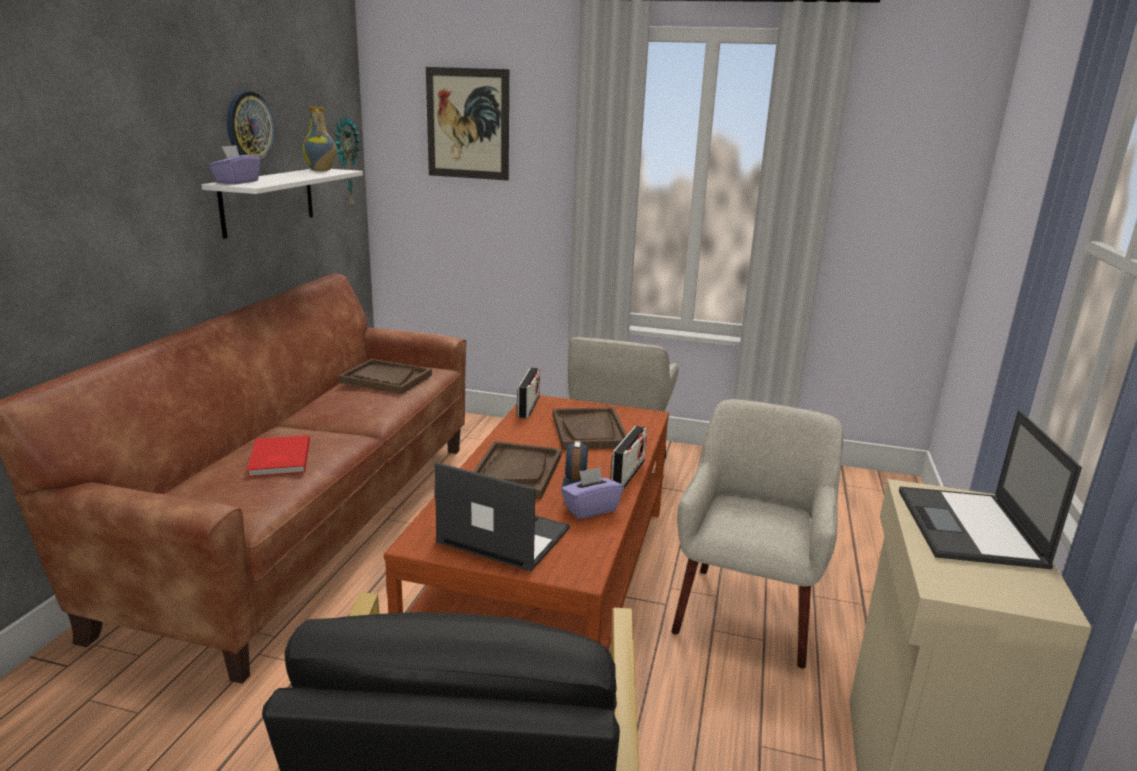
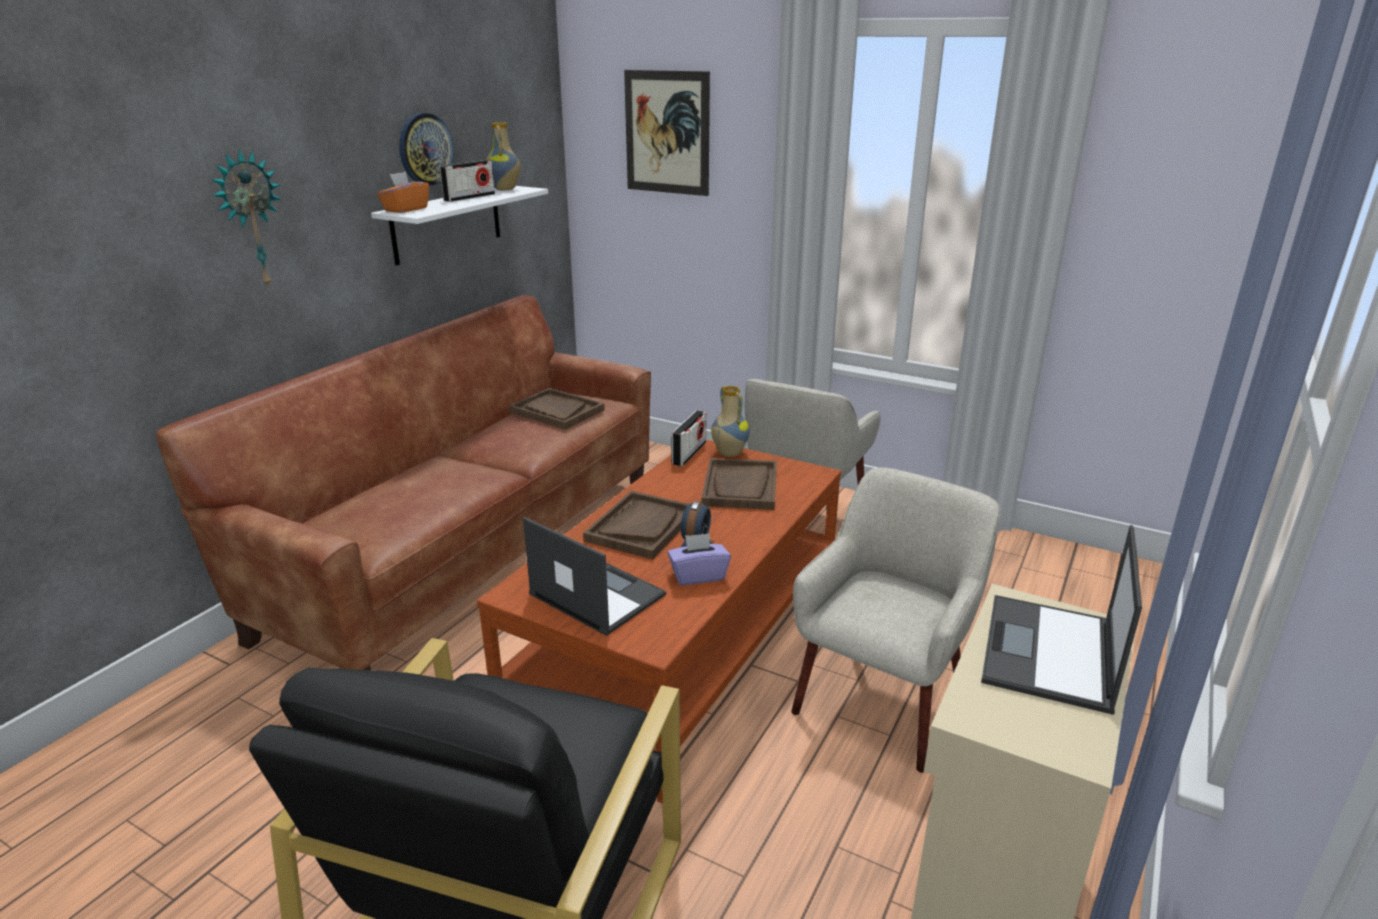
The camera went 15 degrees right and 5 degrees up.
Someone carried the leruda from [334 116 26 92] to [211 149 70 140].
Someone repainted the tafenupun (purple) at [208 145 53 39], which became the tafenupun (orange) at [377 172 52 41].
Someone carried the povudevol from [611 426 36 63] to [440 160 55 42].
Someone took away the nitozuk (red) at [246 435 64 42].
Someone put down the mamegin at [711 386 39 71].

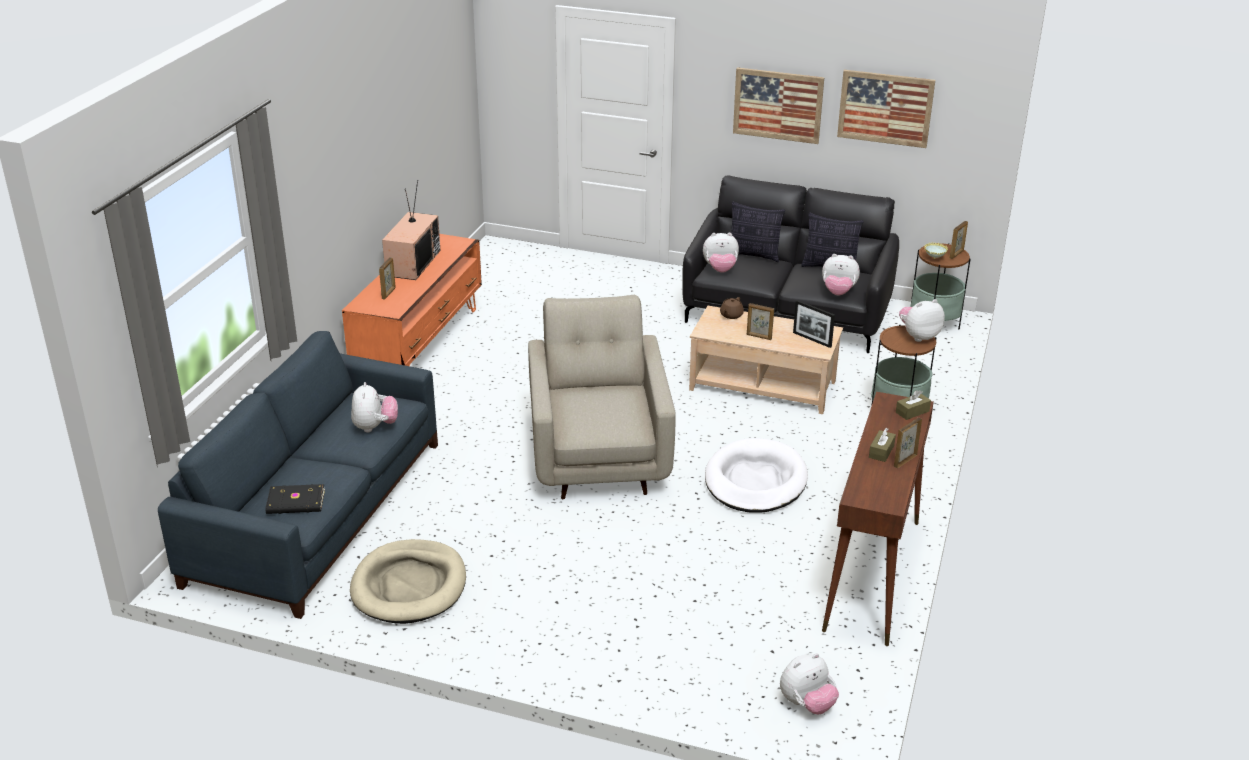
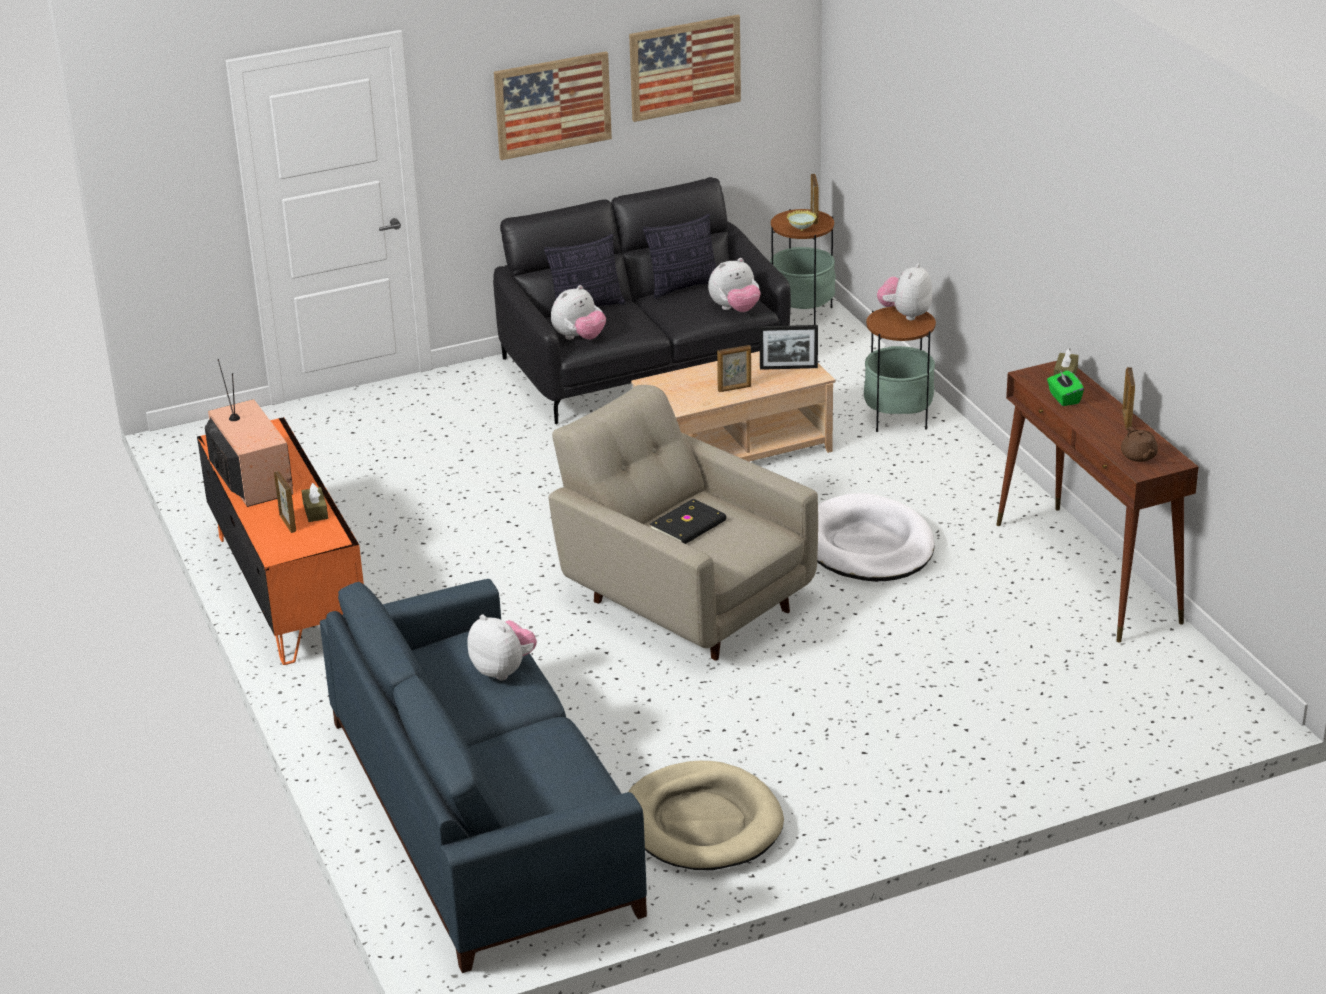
The camera went 40 degrees left and 0 degrees up.
Someone carried the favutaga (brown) from [720 297 24 22] to [1121 427 37 35].
Someone carried the tafenupun (brown) from [869 428 27 34] to [302 483 26 39].
Someone carried the nitozuk (black) from [265 484 60 30] to [650 498 76 46].
Someone took away the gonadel at [780 653 59 61].
Someone put down the tafenupun (green) at [1047 370 37 36].

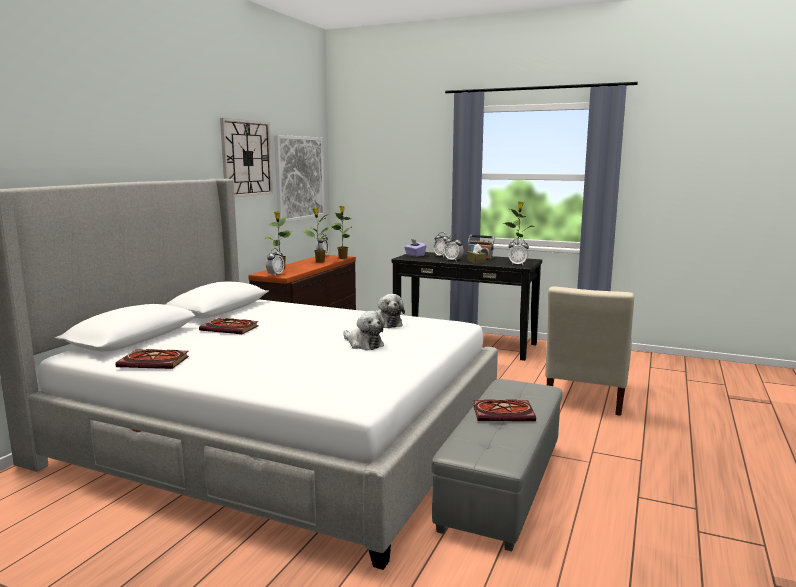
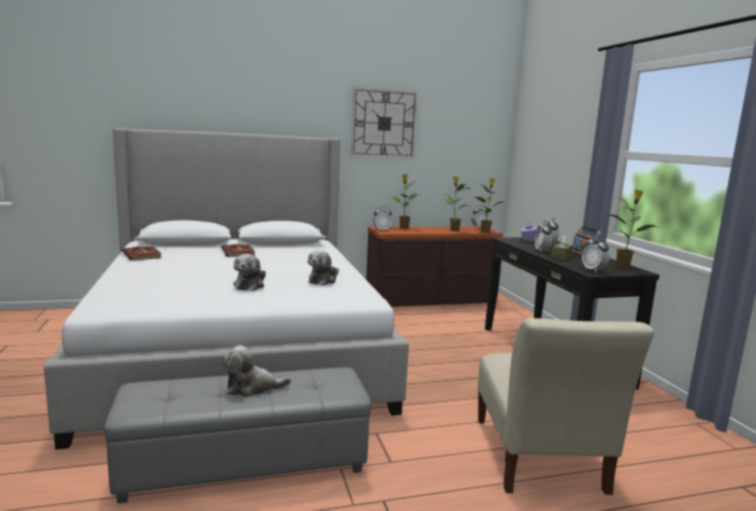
The camera went 50 degrees right and 0 degrees up.
Someone took away the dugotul at [274 135 51 87].
Someone rotated the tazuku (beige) at [545 287 89 129] by 75 degrees counterclockwise.
Someone swapped the nitozuk at [473 399 63 22] for the gonadel at [222 345 69 52].

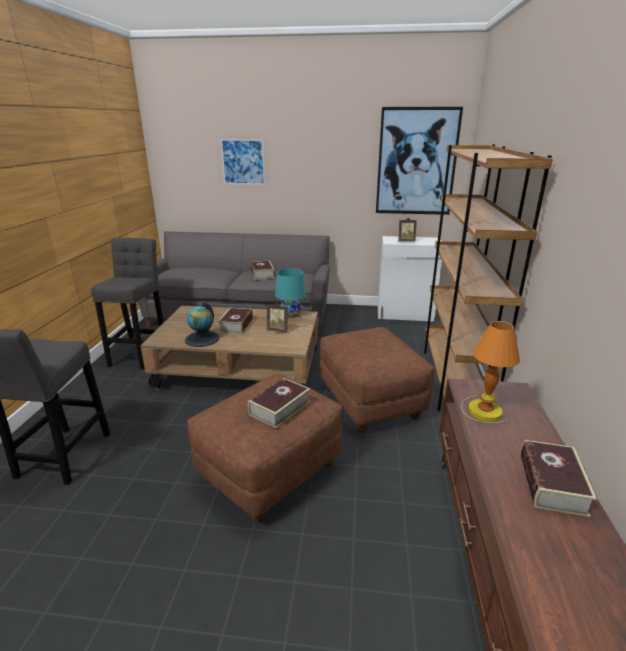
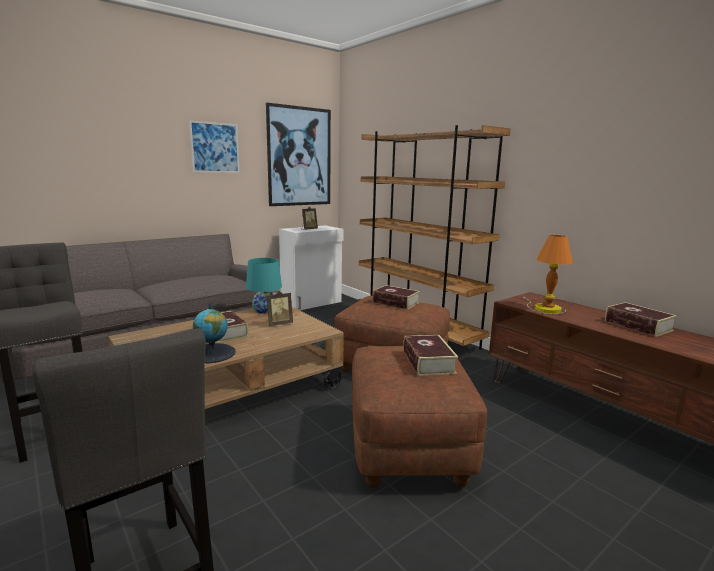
The camera went 45 degrees left and 10 degrees down.
Someone carried the dugotul from [221 139 44 46] to [189 121 51 52].
Someone carried the nitozuk from [251 261 23 19] to [372 285 48 25].

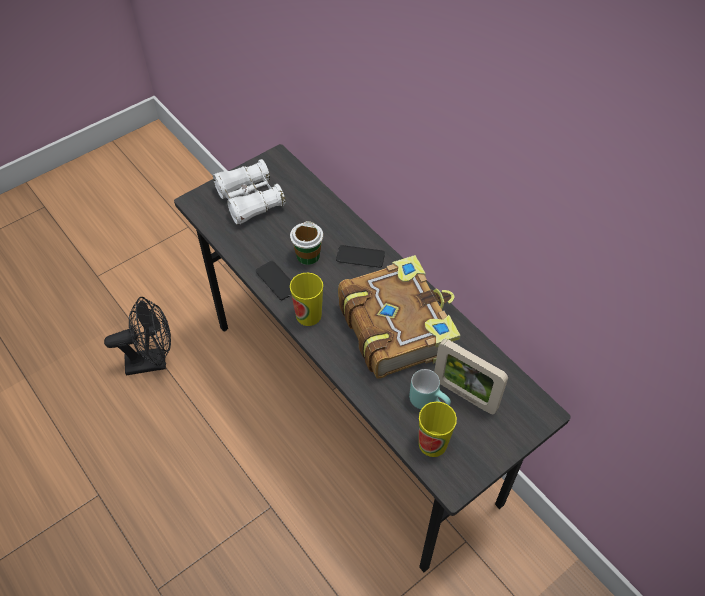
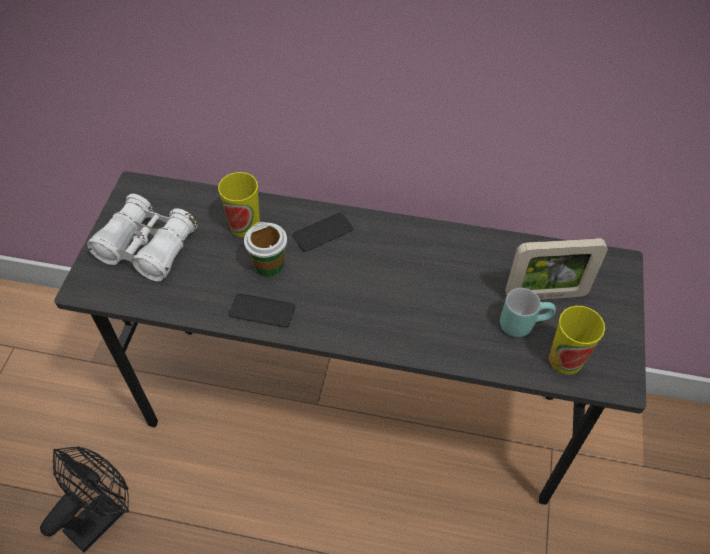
The camera went 40 degrees left and 0 degrees up.
Someone took away the nitozuk at [338 255 123 124].
Someone carried the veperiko from [290 273 33 53] to [218 172 42 65].

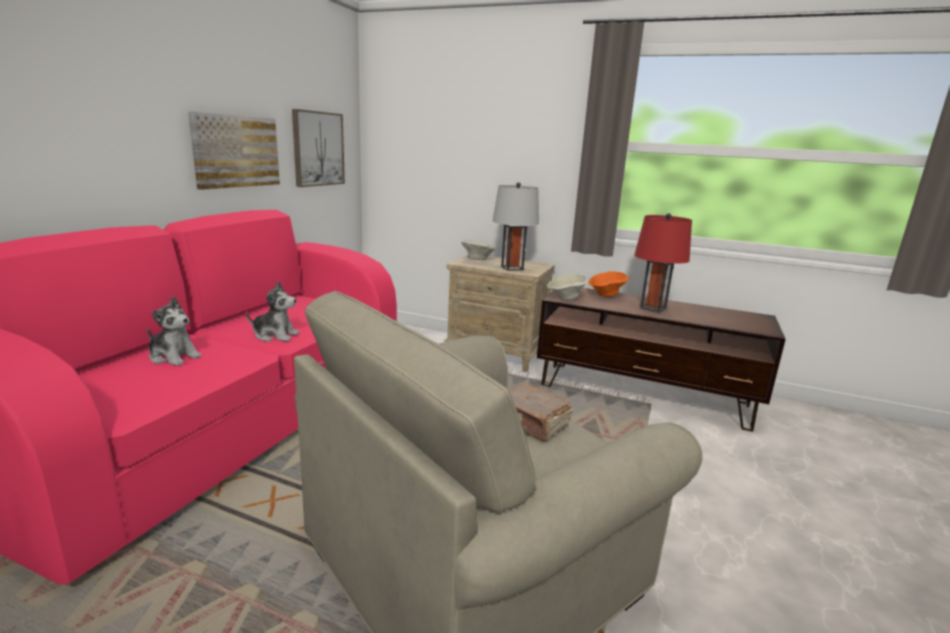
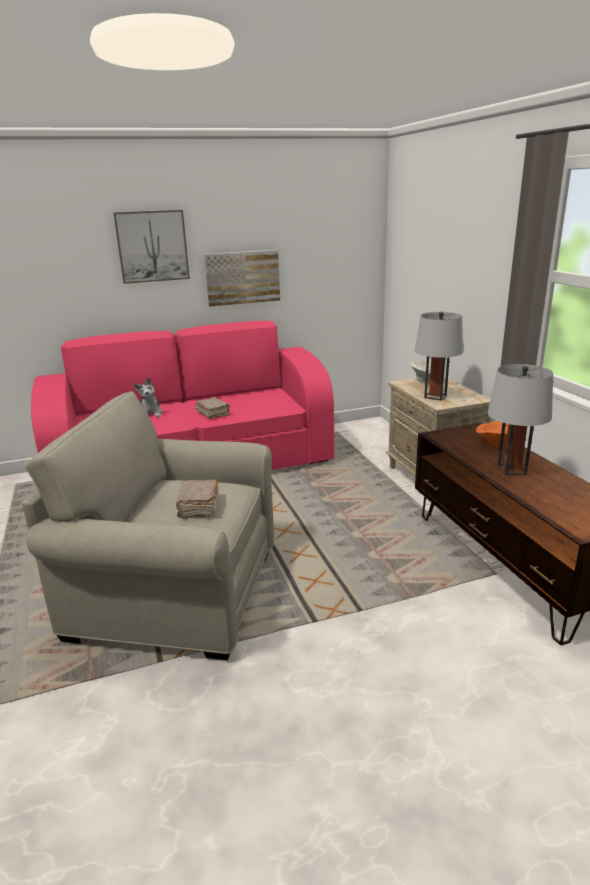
The camera went 50 degrees right and 5 degrees up.
Someone carried the dugotul from [292 109 53 78] to [114 210 76 74].
Someone repainted the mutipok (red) at [634 213 58 100], which became the mutipok (grey) at [487 364 66 111].
Someone took away the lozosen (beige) at [547 274 41 26].
Someone swapped the gonadel at [246 281 53 61] for the nitozuk (brown) at [195 397 35 22].

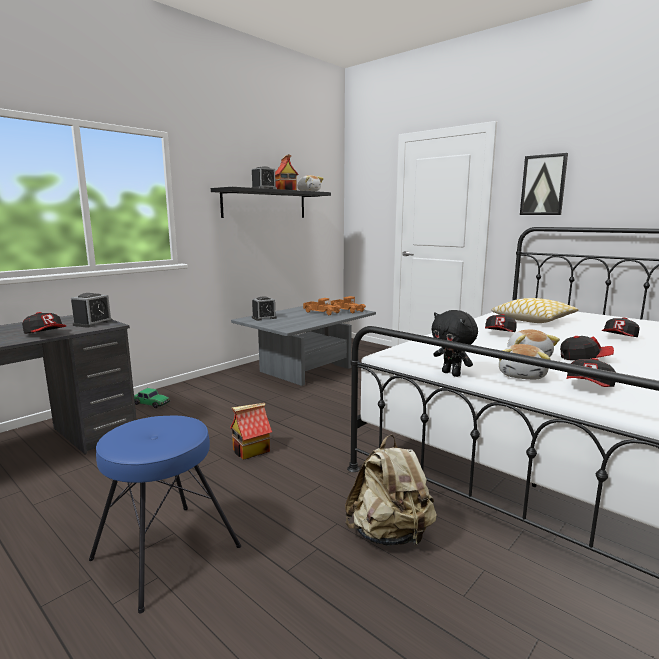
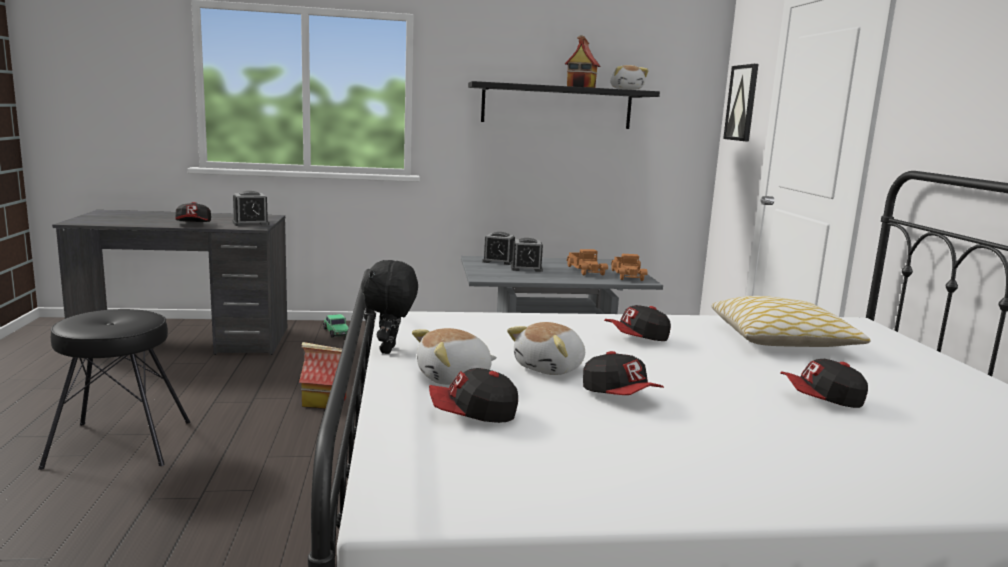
The camera went 40 degrees right and 0 degrees up.
Someone carried the dugotul from [520 153 48 62] to [723 64 36 78].
Someone carried the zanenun from [251 166 26 23] to [511 238 32 34].
Someone repainted the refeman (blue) at [89 415 152 198], which became the refeman (black) at [39 309 151 161].
Someone took away the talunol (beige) at [345 435 92 111].

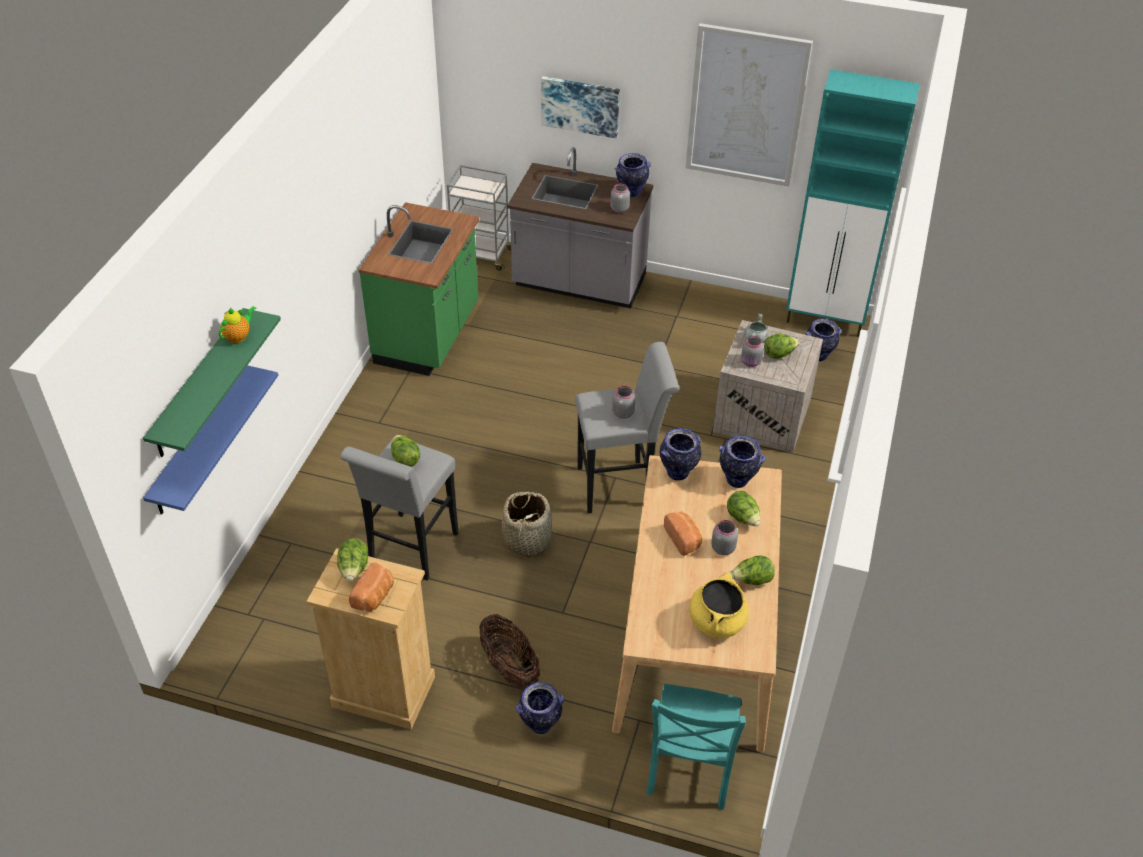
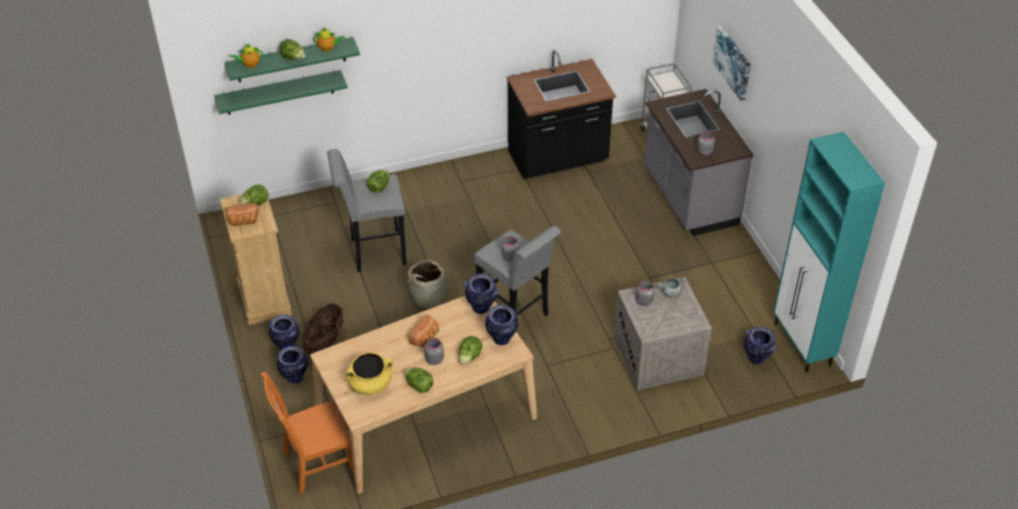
The camera went 55 degrees right and 0 degrees up.
Someone took away the dugotul at [686 23 127 164].
Someone carried the mamegin from [615 153 36 44] to [269 314 31 36].
Someone repainted the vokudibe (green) at [359 202 121 174], which became the vokudibe (black) at [507 50 109 130].
Someone carried the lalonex from [764 334 36 25] to [279 39 27 21].
Someone repainted the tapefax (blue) at [143 365 135 150], which became the tapefax (green) at [214 70 133 45].
Someone repainted the tazuku (turquoise) at [646 684 100 126], which became the tazuku (orange) at [261 372 93 121].
Someone put down the favutaga at [230 43 33 25].

